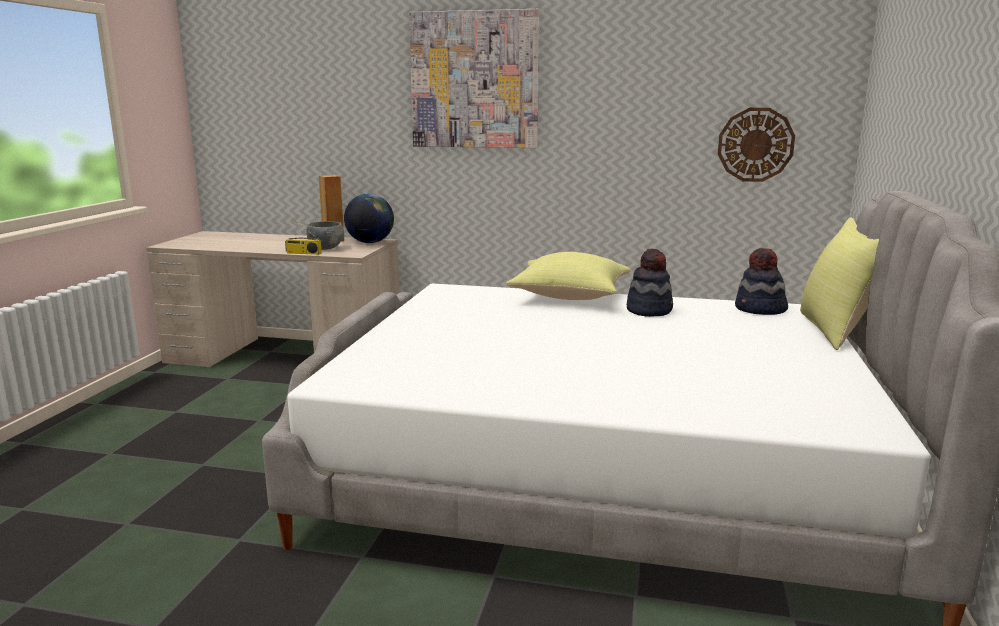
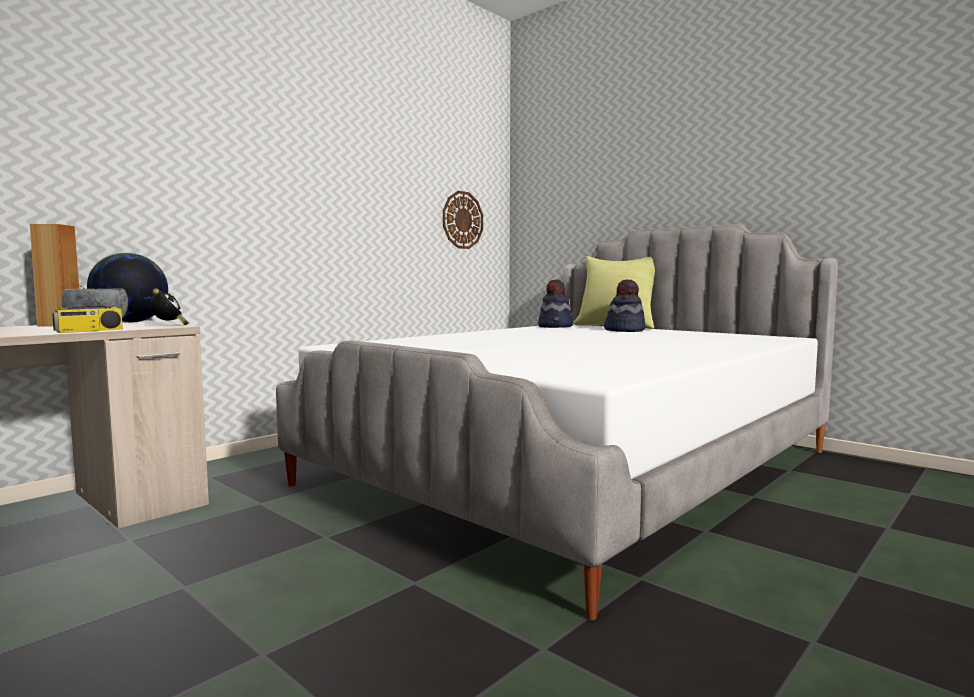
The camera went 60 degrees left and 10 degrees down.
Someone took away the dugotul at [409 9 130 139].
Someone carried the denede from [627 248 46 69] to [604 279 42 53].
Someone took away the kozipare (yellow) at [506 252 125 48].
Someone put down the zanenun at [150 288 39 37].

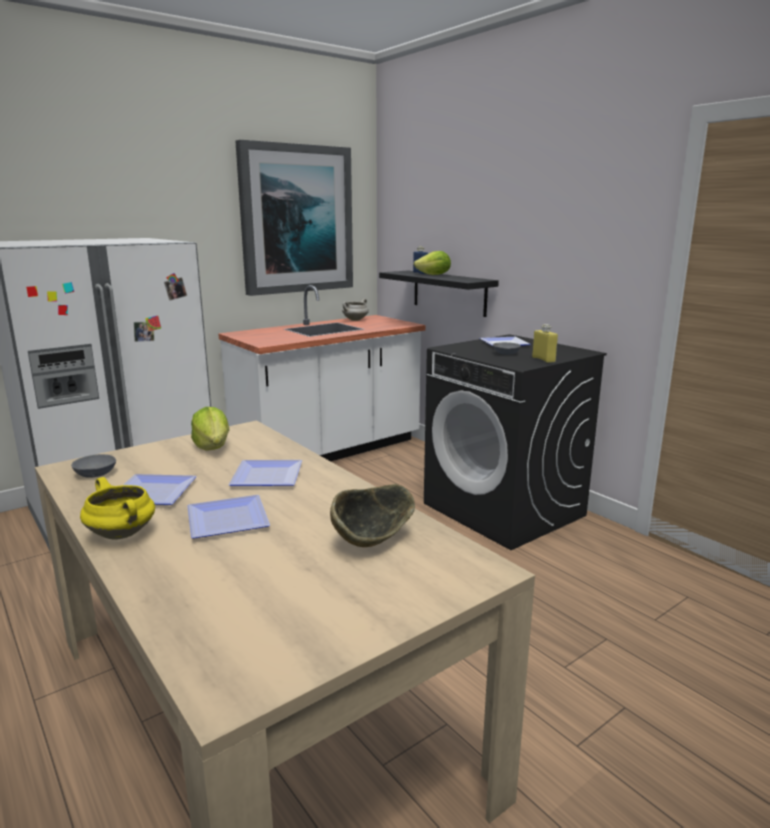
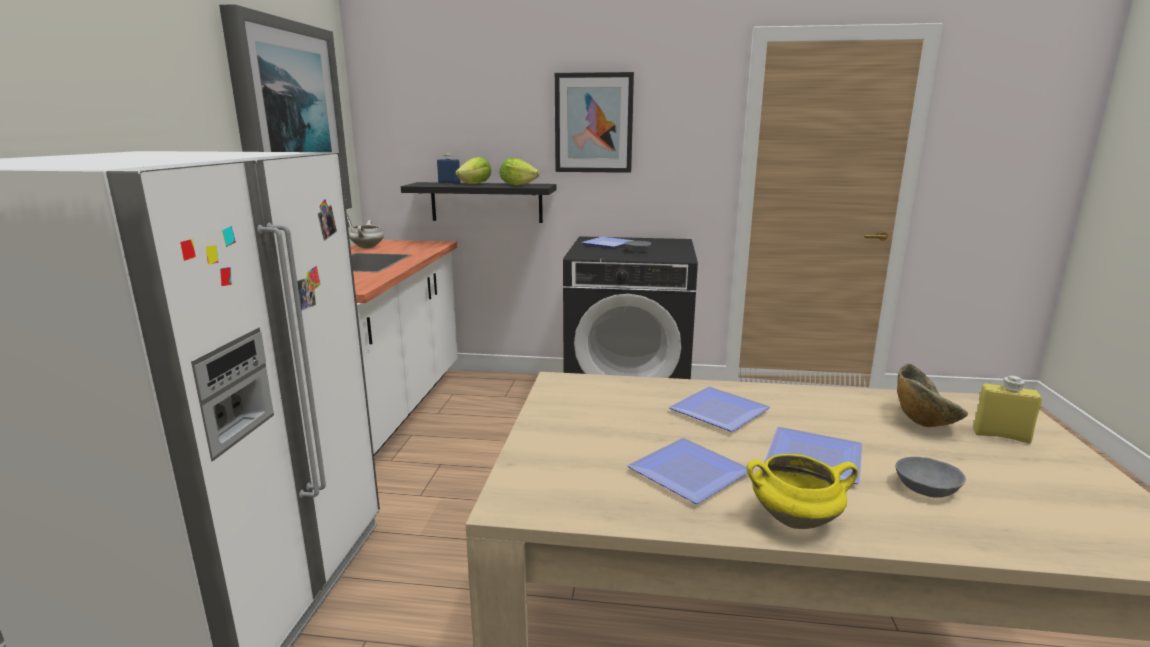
The camera went 45 degrees left and 0 degrees up.
Someone carried the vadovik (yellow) from [532 324 26 39] to [973 376 69 68].
Someone carried the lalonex from [191 407 38 44] to [500 158 40 28].
Someone carried the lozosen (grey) from [71 454 45 24] to [896 457 70 41].
Someone put up the dugotul at [555 72 79 101].

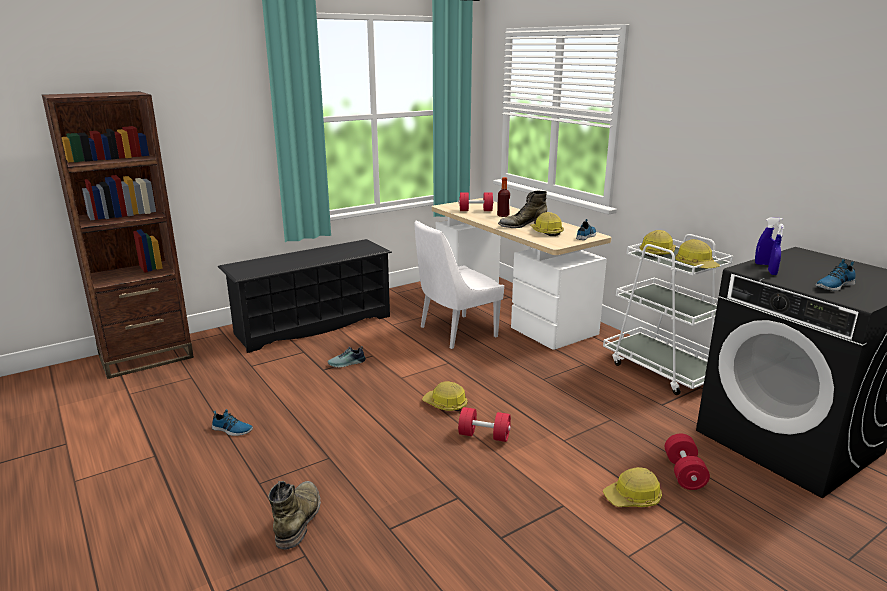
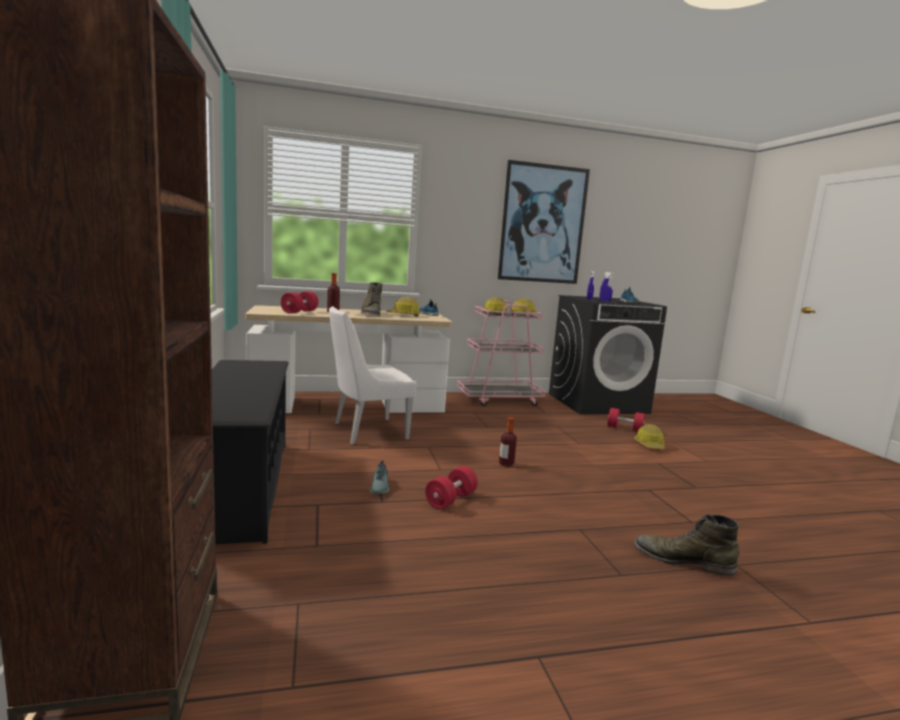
The camera went 70 degrees left and 10 degrees down.
Someone rotated the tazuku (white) at [414 220 90 129] by 75 degrees clockwise.
Someone repainted the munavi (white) at [603 234 130 161], which became the munavi (pink) at [457 300 89 106].
Someone swapped the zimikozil at [422 381 46 30] for the vadovik at [499 417 18 50].
Someone carried the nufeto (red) from [458 407 53 35] to [425 466 53 43].
Someone took away the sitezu at [212 409 41 27].
Someone put up the dugotul at [498 160 92 124].

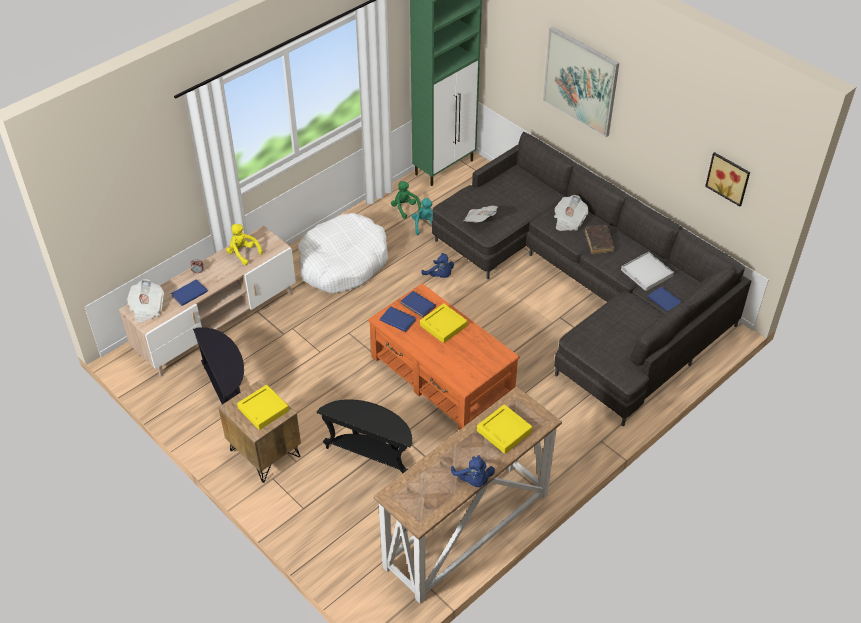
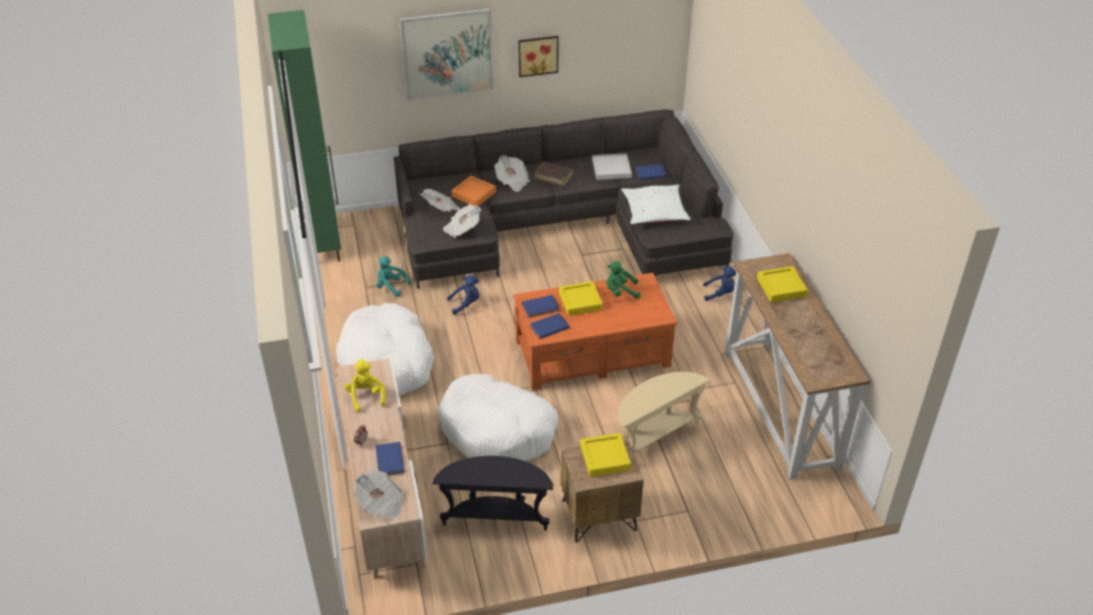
The camera went 60 degrees left and 5 degrees down.
Someone carried the dugotul from [705 152 45 54] to [518 36 41 41].
Someone carried the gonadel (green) from [391 181 31 38] to [607 261 33 38].
Someone rotated the gonadel (yellow) at [226 224 37 41] by 90 degrees clockwise.
Someone repainted the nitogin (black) at [316 399 96 74], which became the nitogin (beige) at [618 372 92 82].
Someone carried the gonadel (blue) from [451 455 44 32] to [703 266 33 35].
Someone put down the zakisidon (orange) at [451 176 45 30].
Someone put down the kozipare (white) at [621 184 70 41].
Someone put down the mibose at [421 189 39 23].
Someone put down the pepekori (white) at [438 374 121 88].

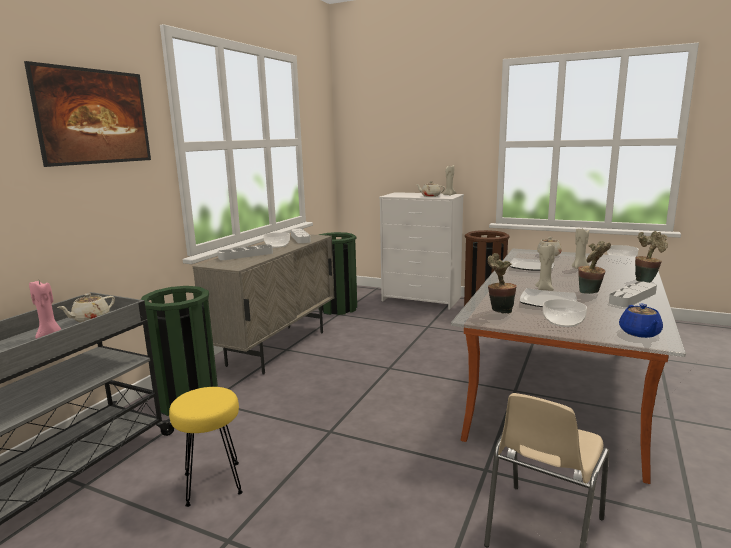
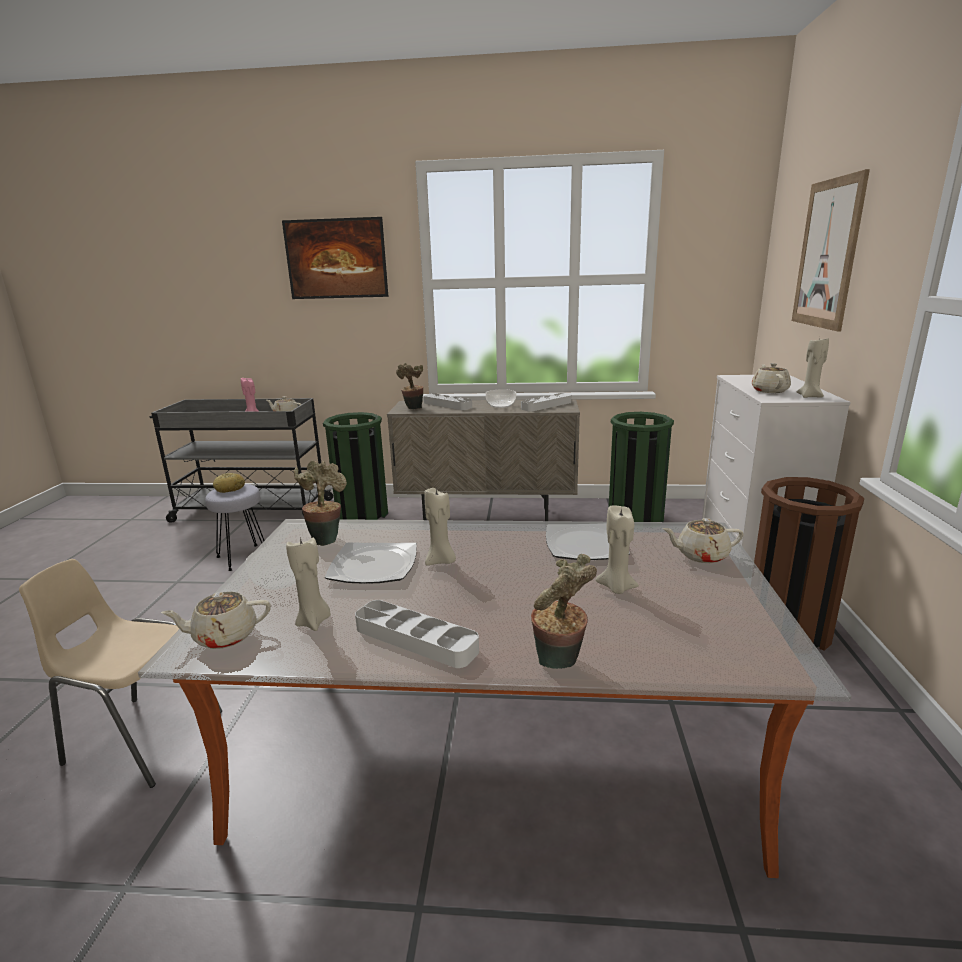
The camera went 70 degrees right and 5 degrees up.
Someone carried the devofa from [578 241 33 53] to [396 363 27 46].
Someone took away the lozosen at [607 245 32 17].
Someone repainted the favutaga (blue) at [619 304 44 34], which became the favutaga (beige) at [161 592 110 57].
Someone repainted the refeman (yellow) at [169 387 74 120], which became the refeman (grey) at [205 484 60 87].
Someone put up the dugotul at [792 169 78 162].
Someone put down the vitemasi at [213 473 32 20].
Someone put down the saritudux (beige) at [286 537 45 94].

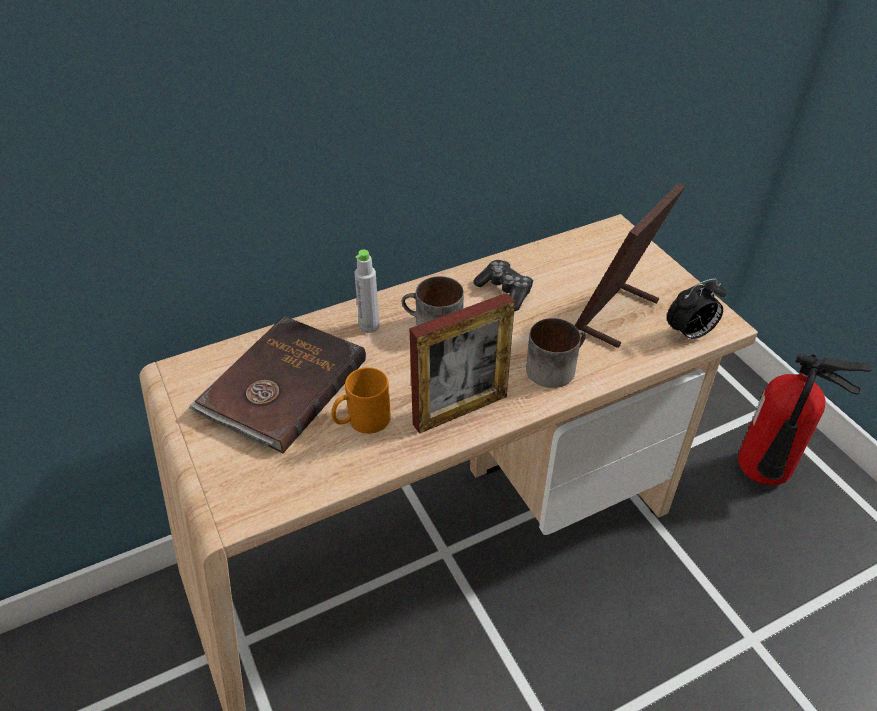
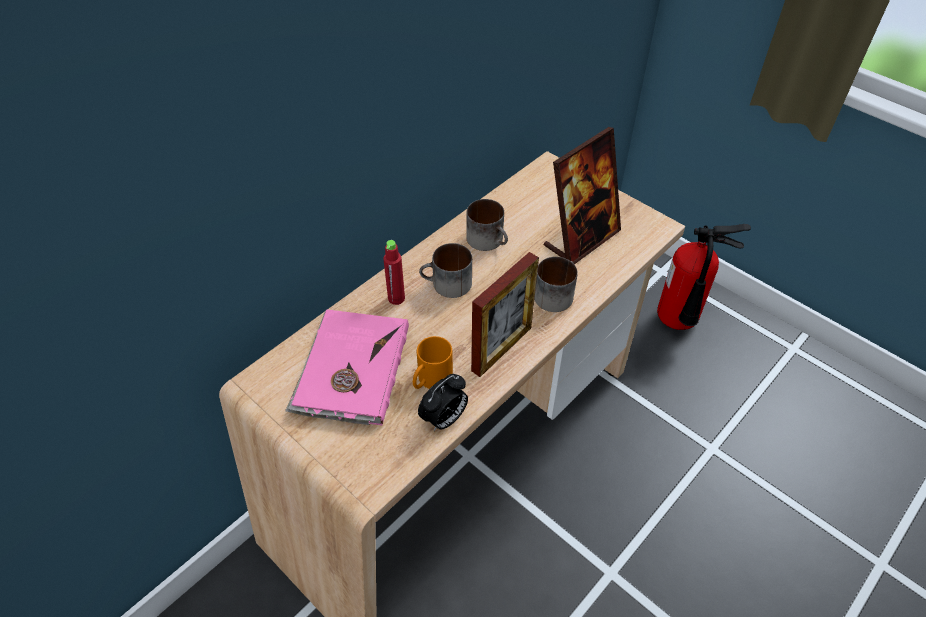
The camera went 20 degrees left and 5 degrees up.
Someone rotated the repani at [575 182 110 166] by 150 degrees counterclockwise.
Someone repainted the vadovik (grey) at [355 250 24 83], which became the vadovik (red) at [383 240 22 65].
Someone swapped the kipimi at [473 260 60 51] for the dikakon at [466 199 42 52].
Someone carried the zanenun from [667 278 59 63] to [418 374 50 57].
Someone repainted the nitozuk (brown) at [189 316 177 138], which became the nitozuk (pink) at [285 309 124 117].

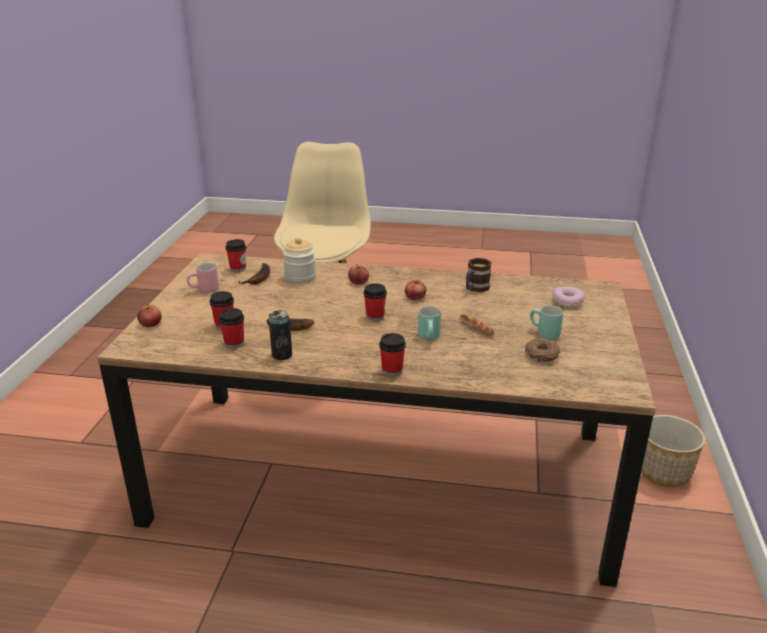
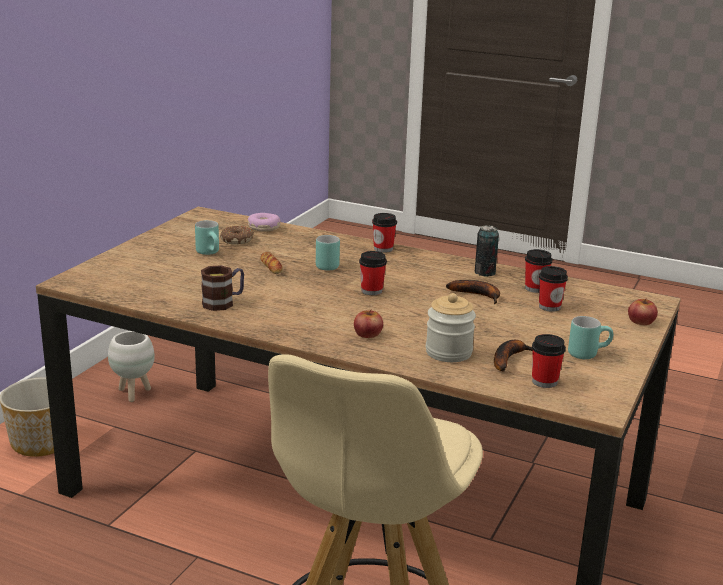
The camera went 165 degrees left and 5 degrees down.
Someone repainted the dikakon (pink) at [187 263 32 30], which became the dikakon (turquoise) at [568 316 45 43].
Someone took away the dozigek at [405 279 21 21].
Someone carried the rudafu from [552 287 33 21] to [248 213 33 19].
Someone put down the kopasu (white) at [108 331 47 71].

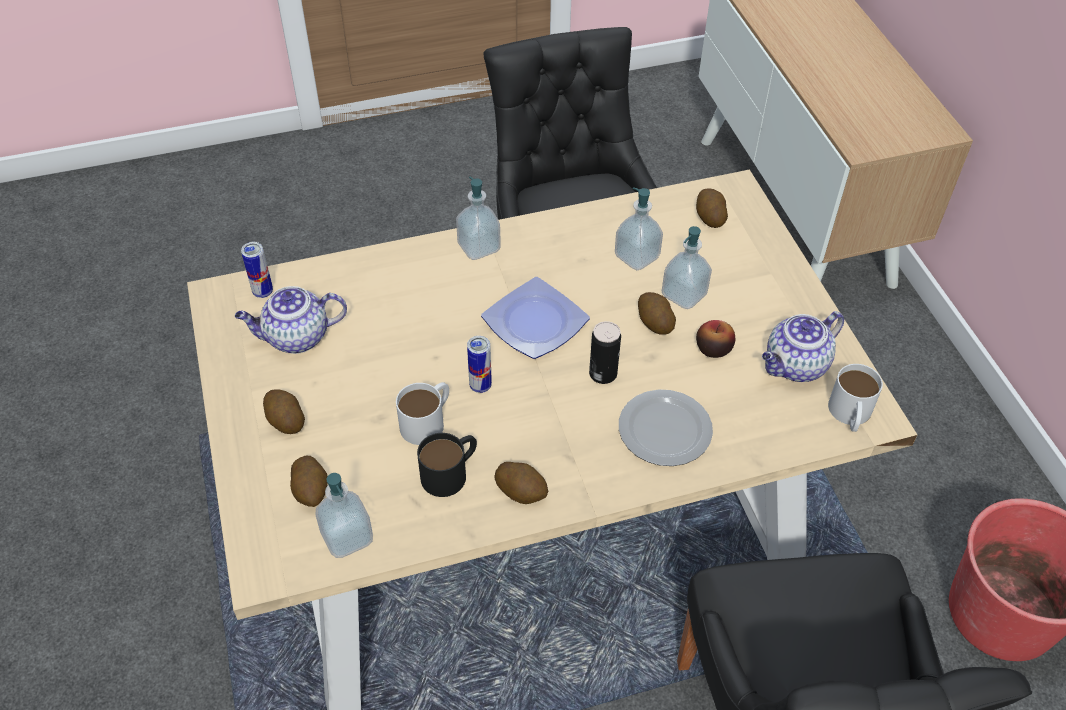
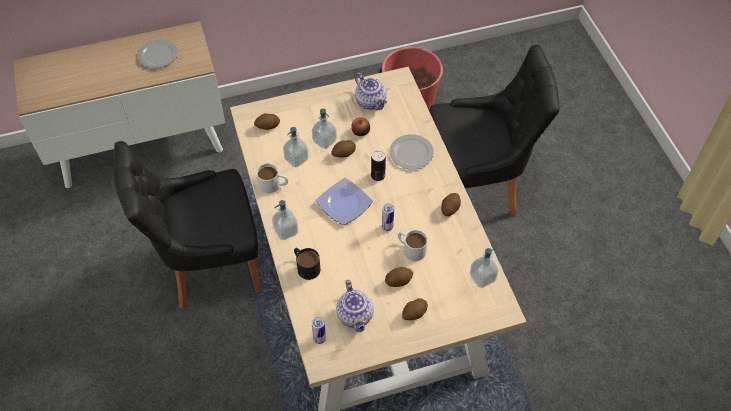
The camera went 90 degrees left and 5 degrees up.
Someone carried the dikakon (white) from [828 364 55 68] to [256 163 32 30].
Someone carried the dikakon (black) from [417 433 60 64] to [294 248 26 32].
Someone carried the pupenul from [290 455 38 52] to [385 267 28 20].
Someone put down the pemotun at [138 39 40 29].

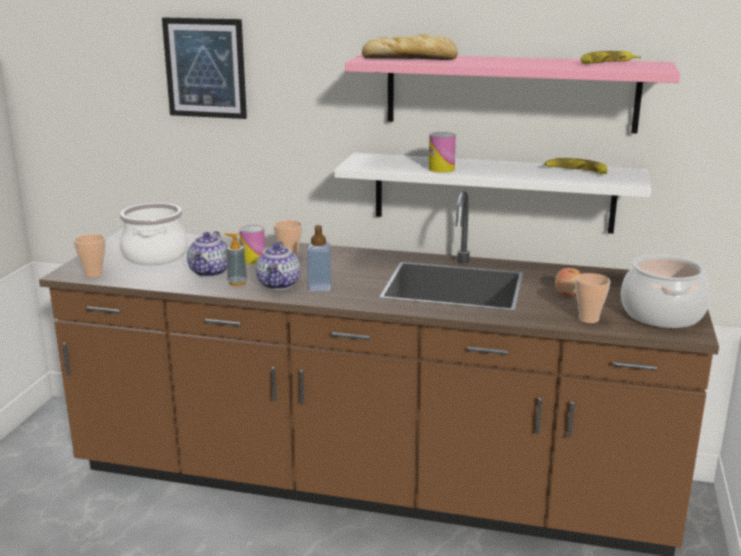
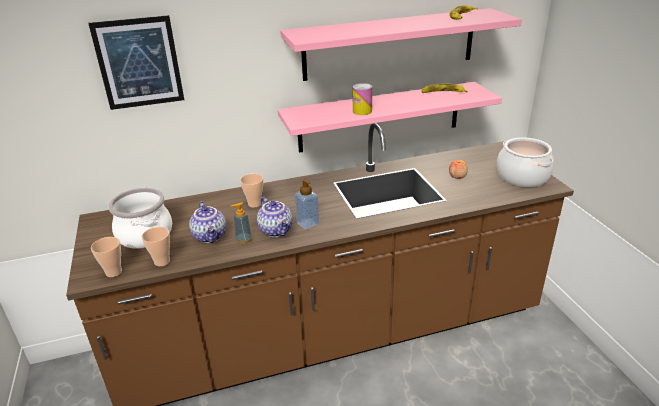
The camera went 30 degrees left and 10 degrees up.
Someone took away the vitemasi at [362 34 96 26].
Someone repainted the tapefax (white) at [334 153 318 81], which became the tapefax (pink) at [278 82 224 71].
Someone took away the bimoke at [239 225 26 39].
Someone carried the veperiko from [575 273 36 50] to [142 227 28 39].

